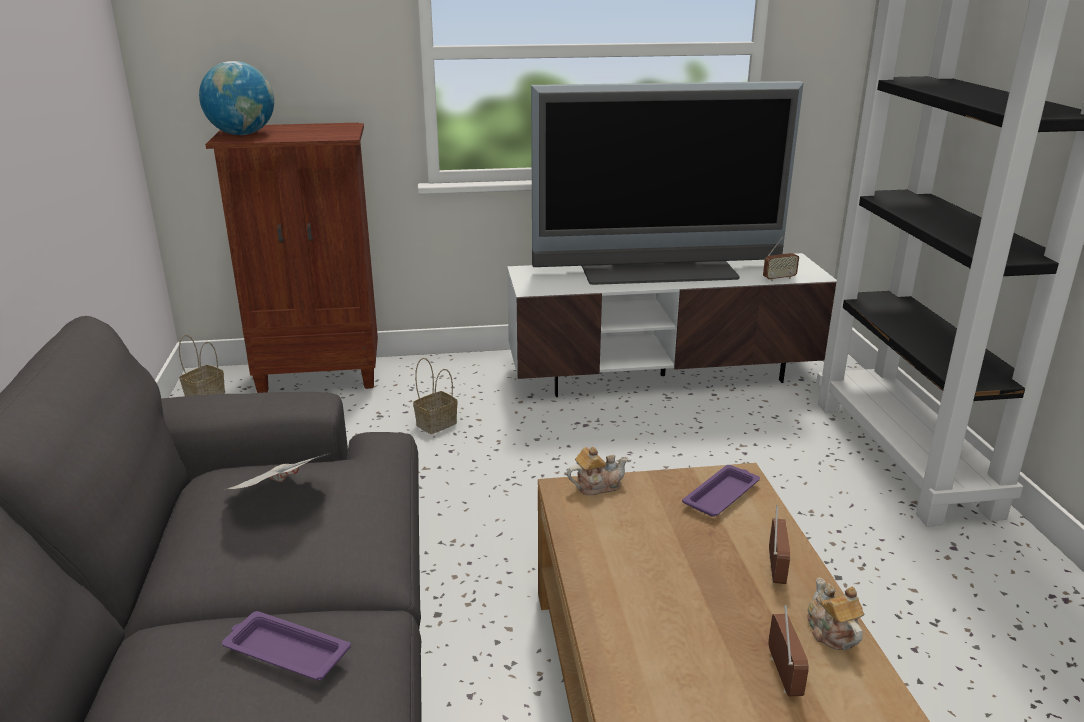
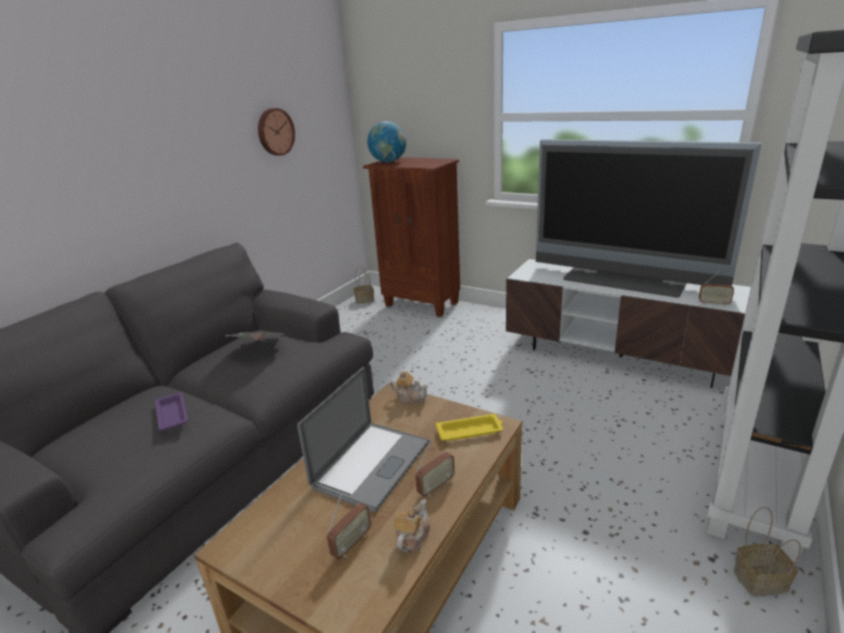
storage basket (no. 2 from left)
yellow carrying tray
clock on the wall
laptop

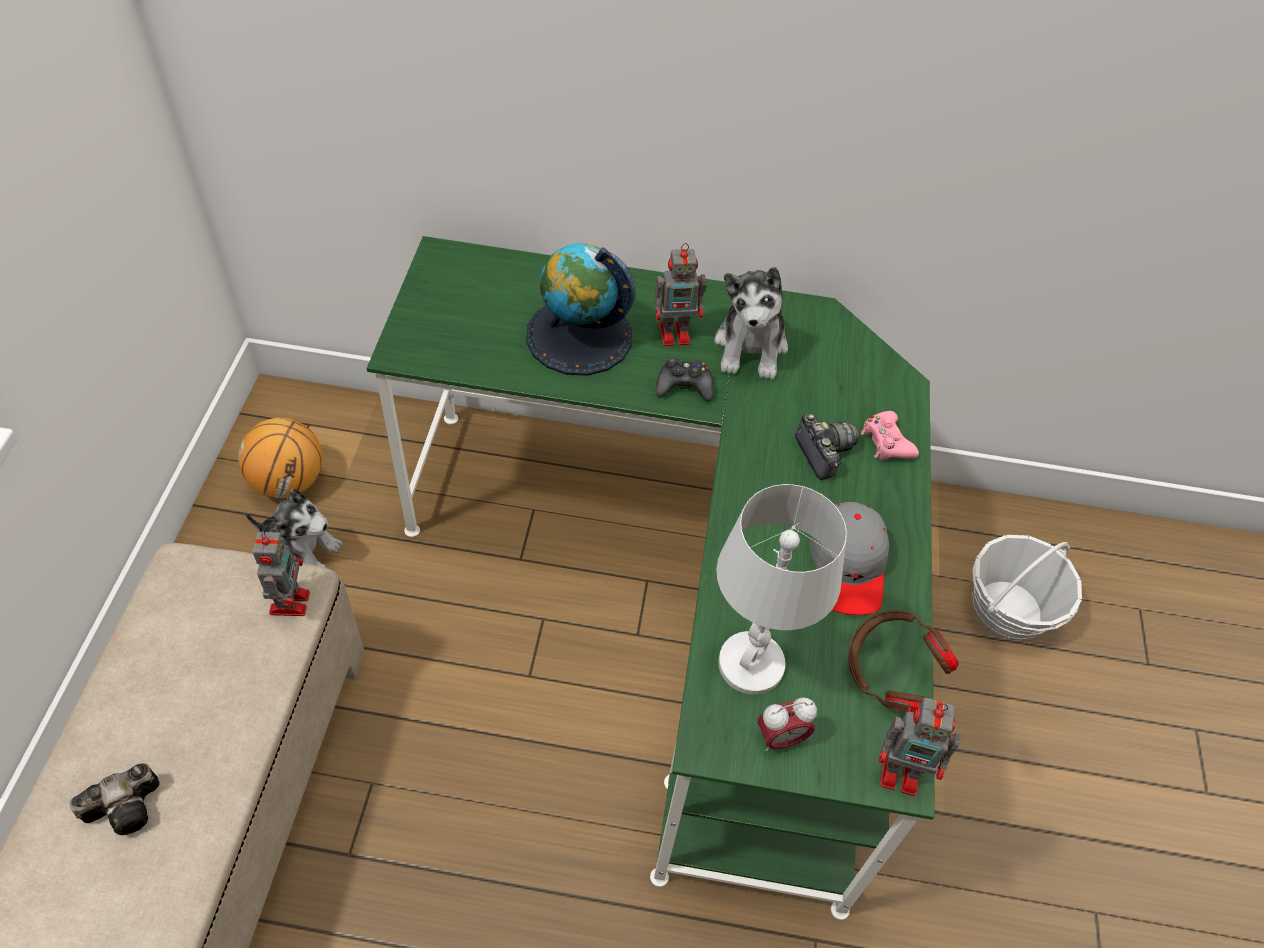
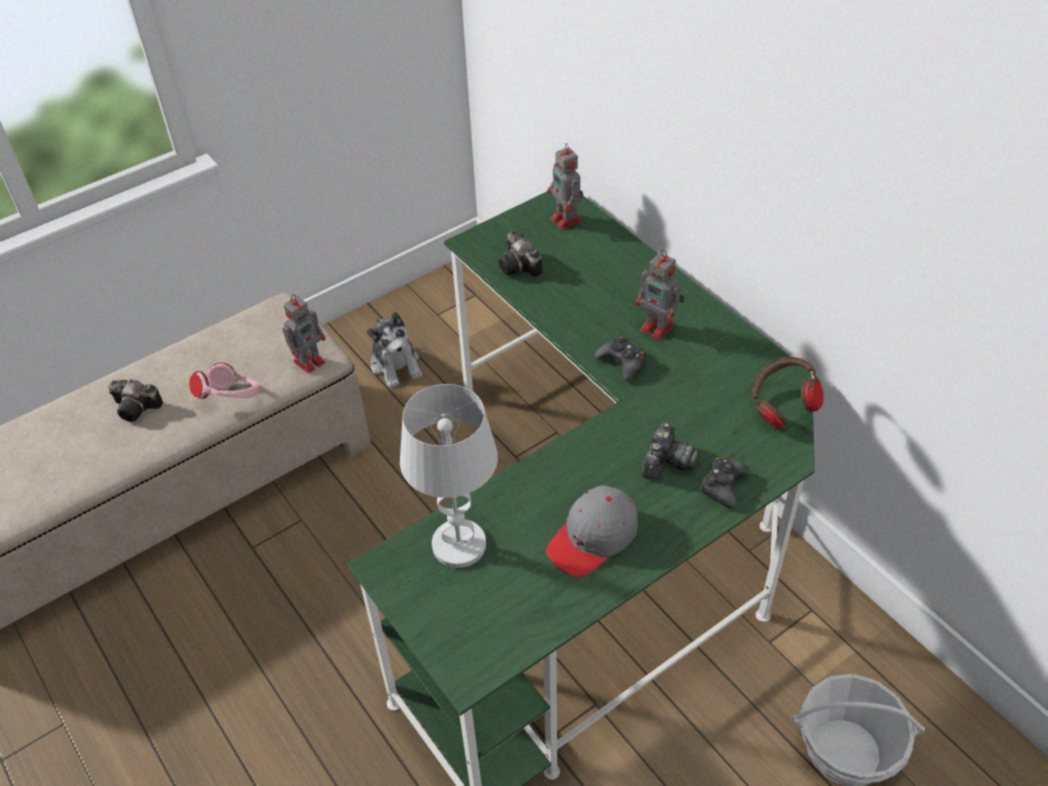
desk globe
plush toy (no. 2 from left in the first image)
black-coloured gamepad (no. 2 from left)
basketball ball
brown headset
table clock
model robot (no. 2 from left)
still camera (no. 2 from left)
pinkish headset

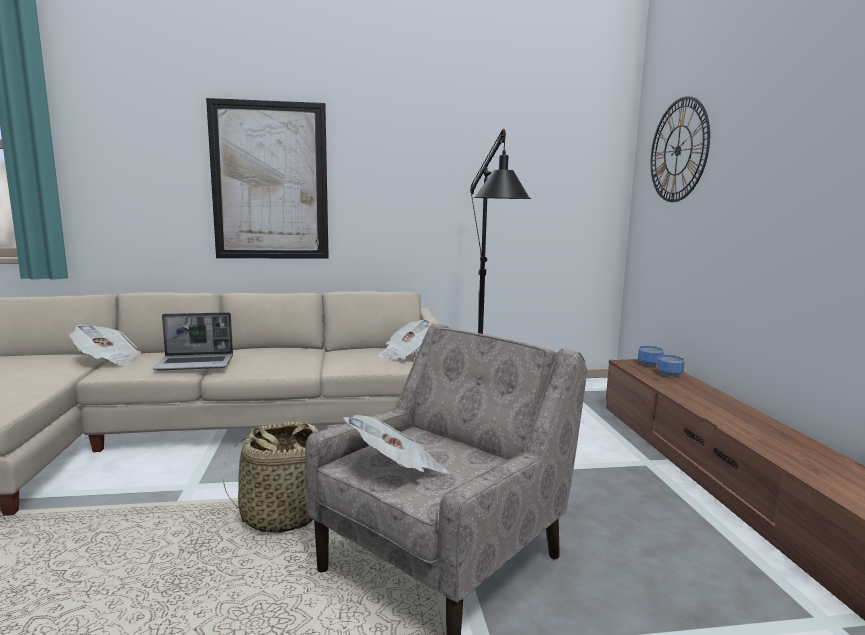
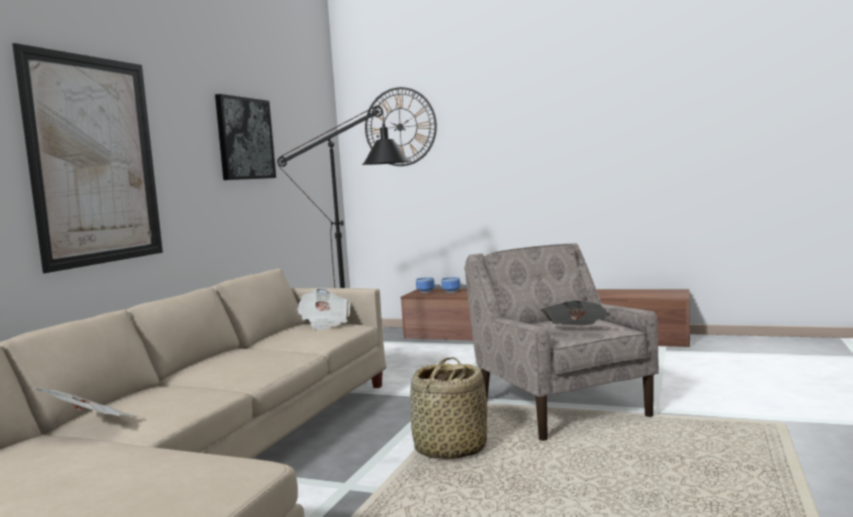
laptop
wall art (no. 2 from left)

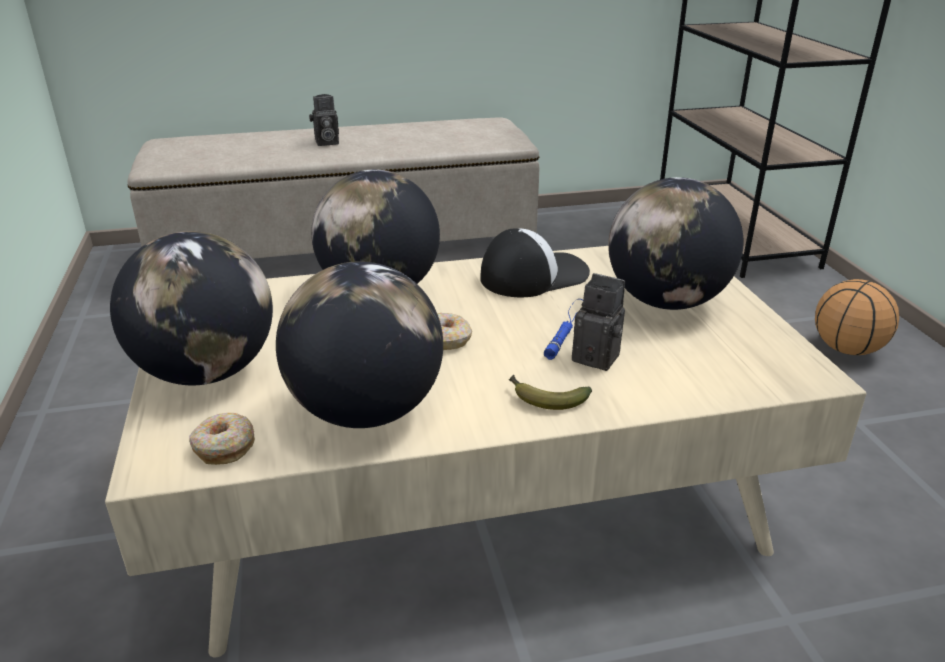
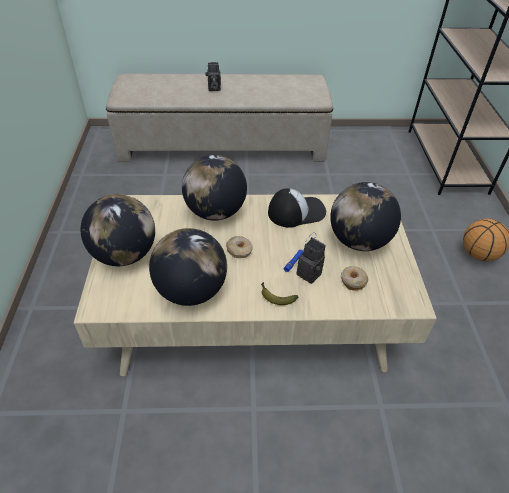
donut (no. 2 from left)

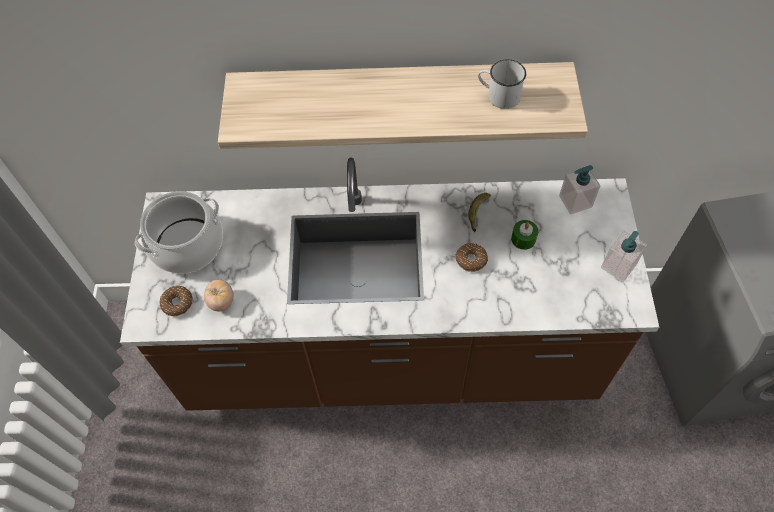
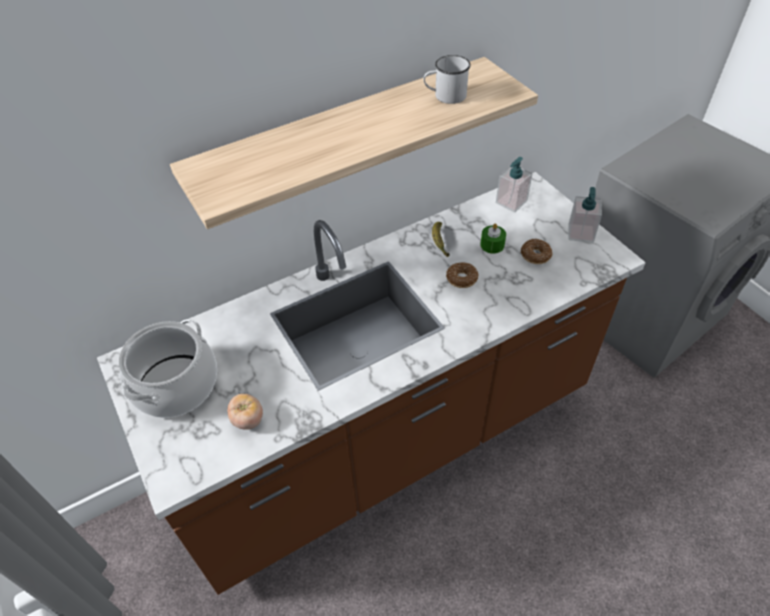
donut (no. 2 from left)

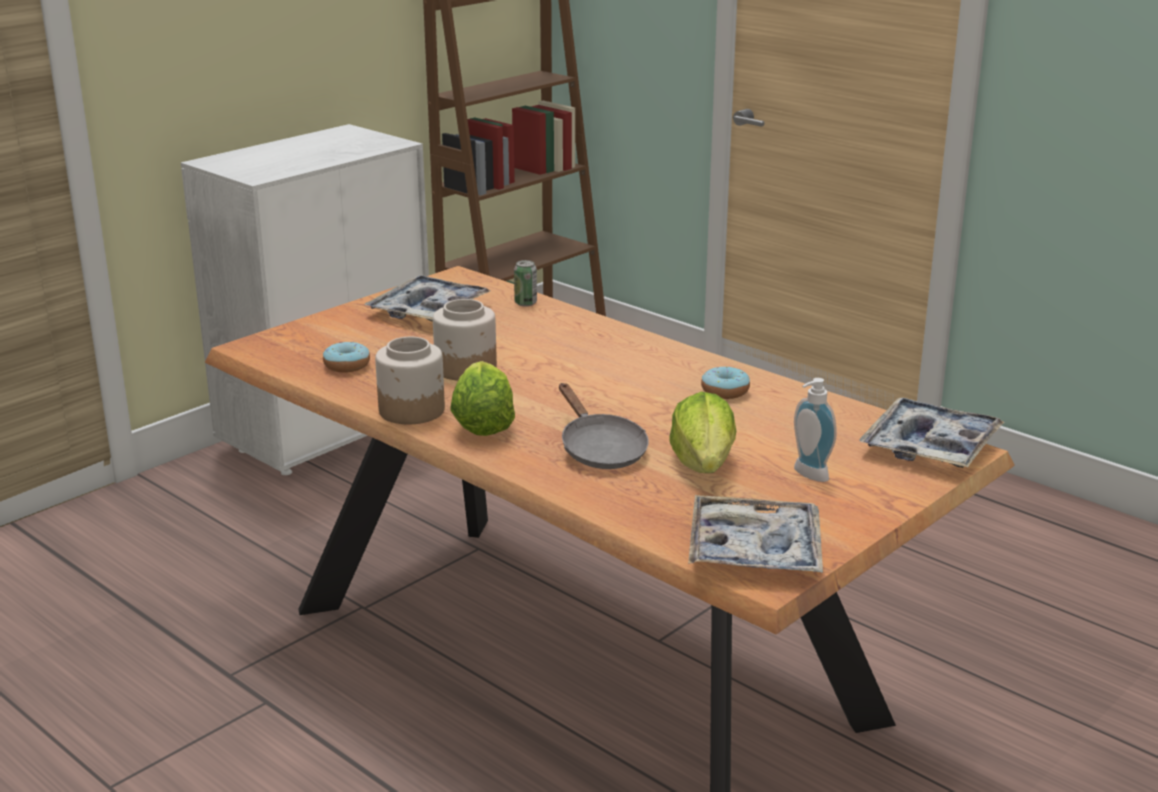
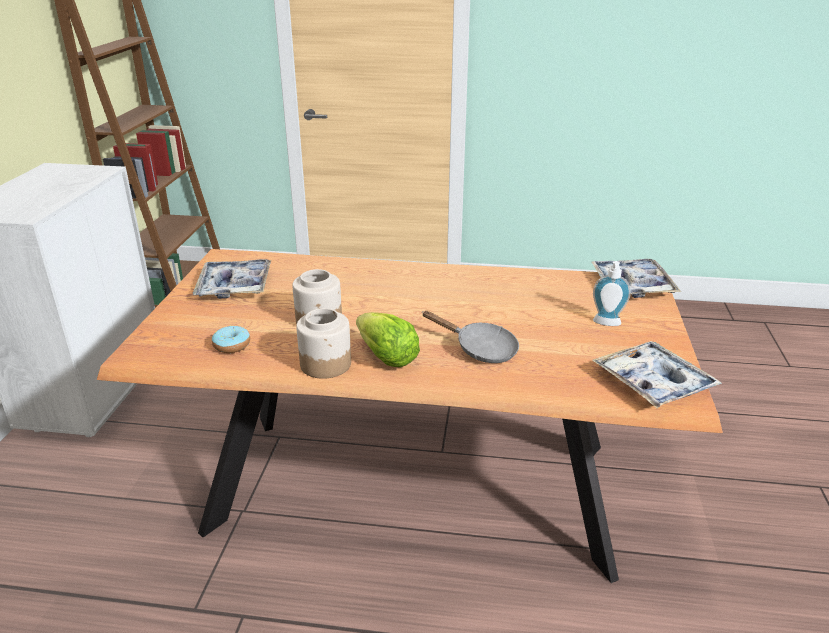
can
donut (no. 2 from left in the first image)
lettuce (no. 2 from left in the first image)

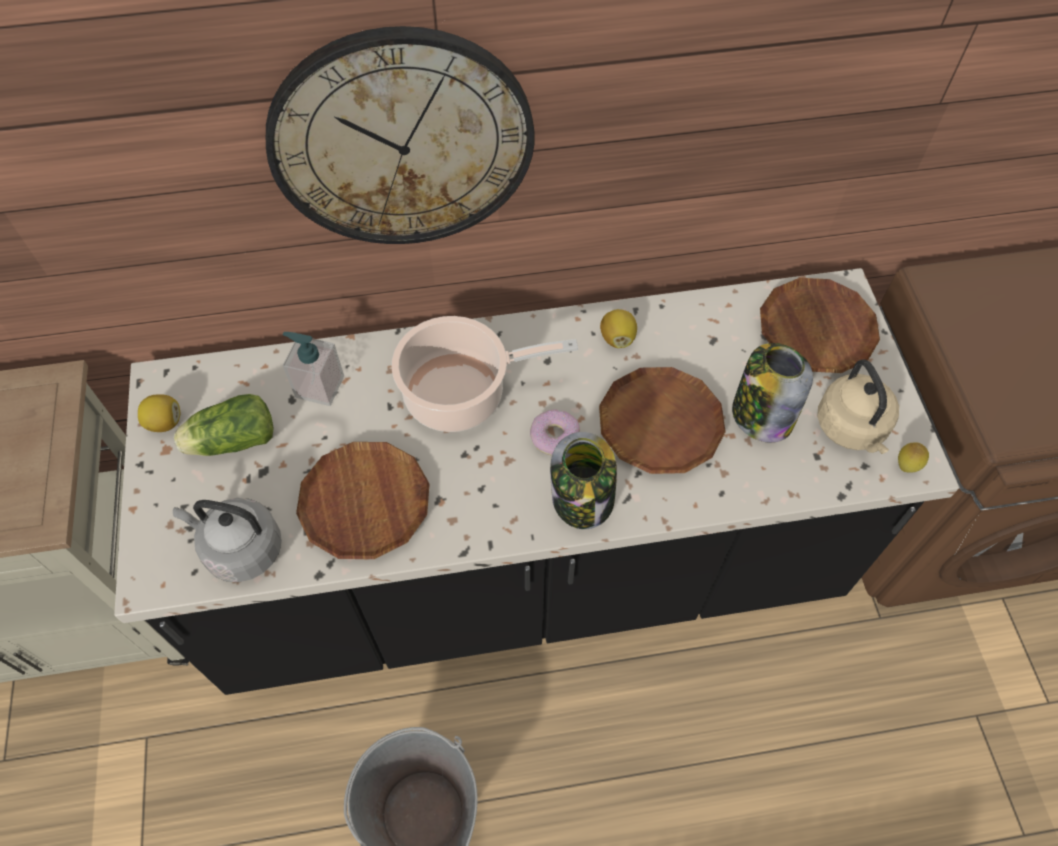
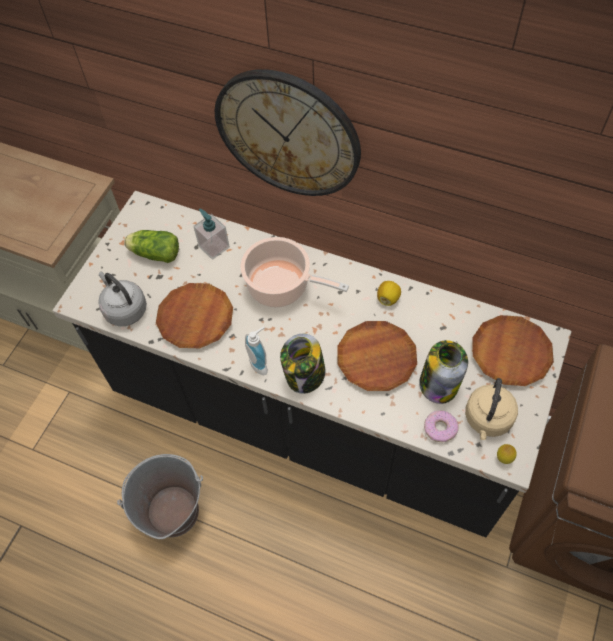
citrus fruit (no. 1 from left in the first image)
donut
soap dispenser (no. 2 from left)

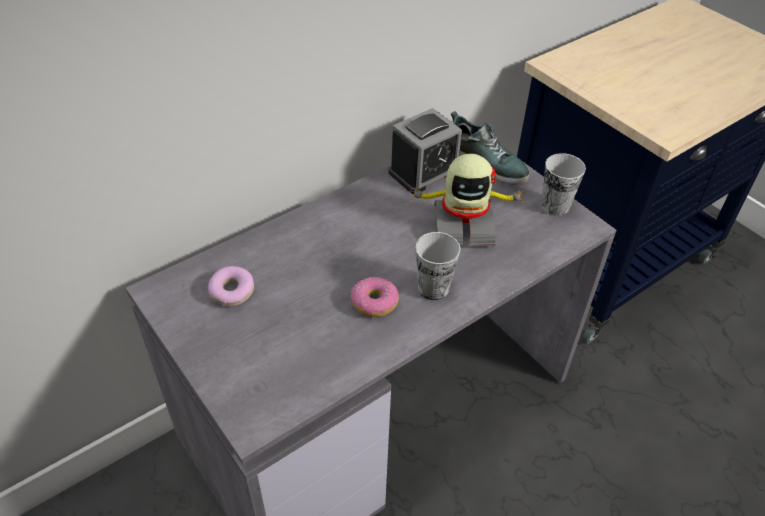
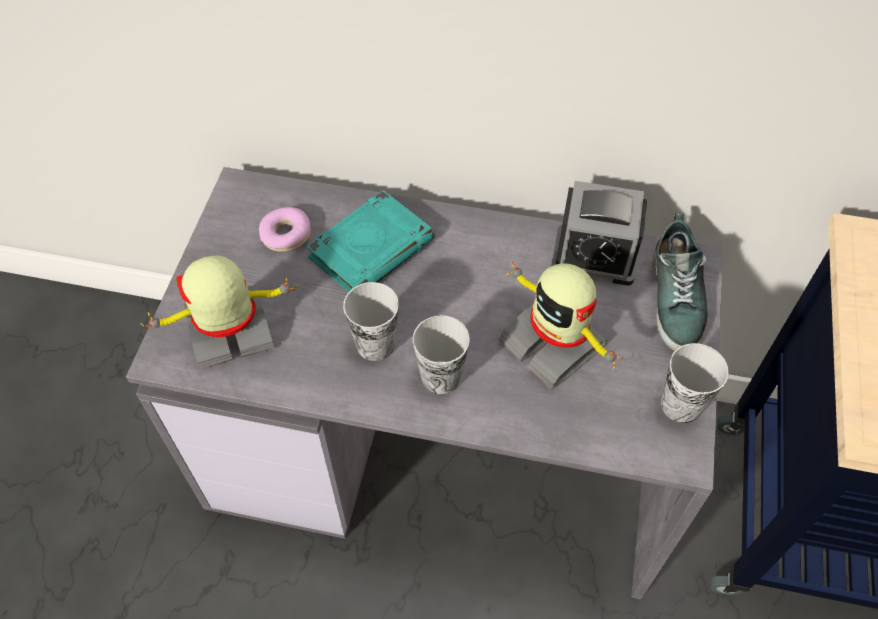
small cup (no. 1 from left)
turquoise book
model robot (no. 1 from left)

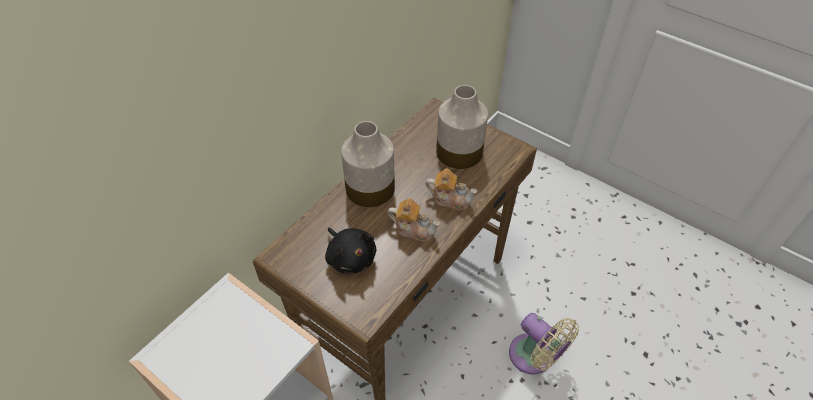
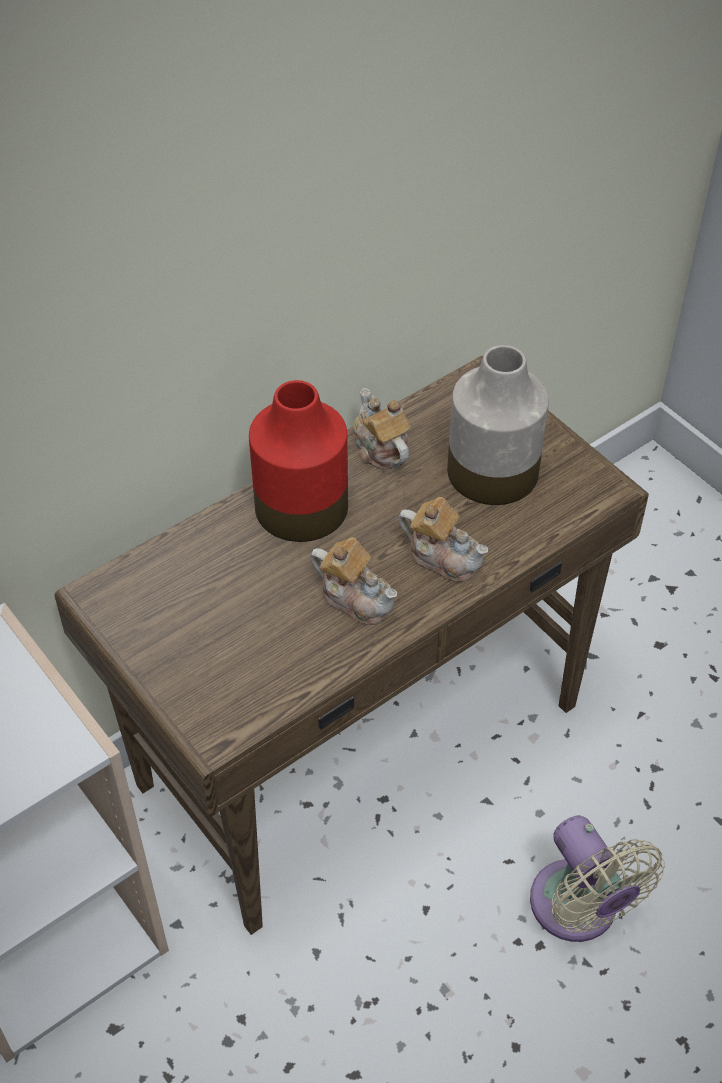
red decorative vase
black-coloured plush toy
pot for tea (no. 2 from left)

